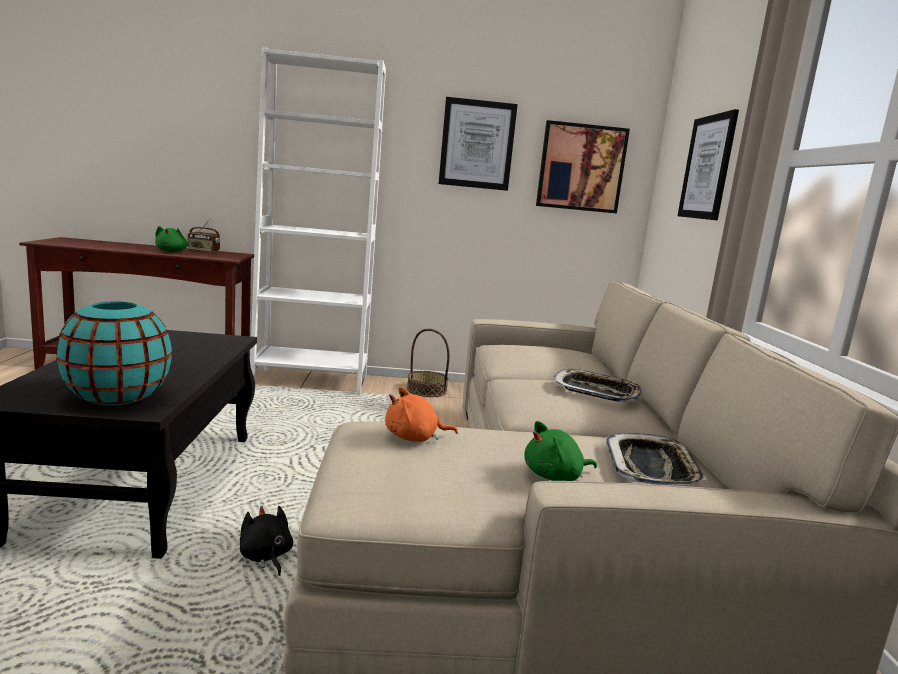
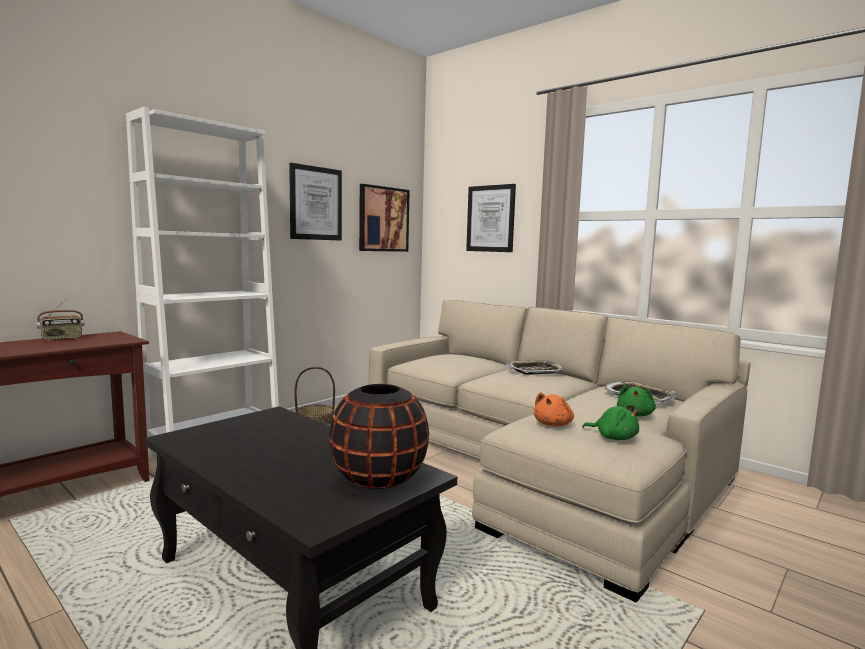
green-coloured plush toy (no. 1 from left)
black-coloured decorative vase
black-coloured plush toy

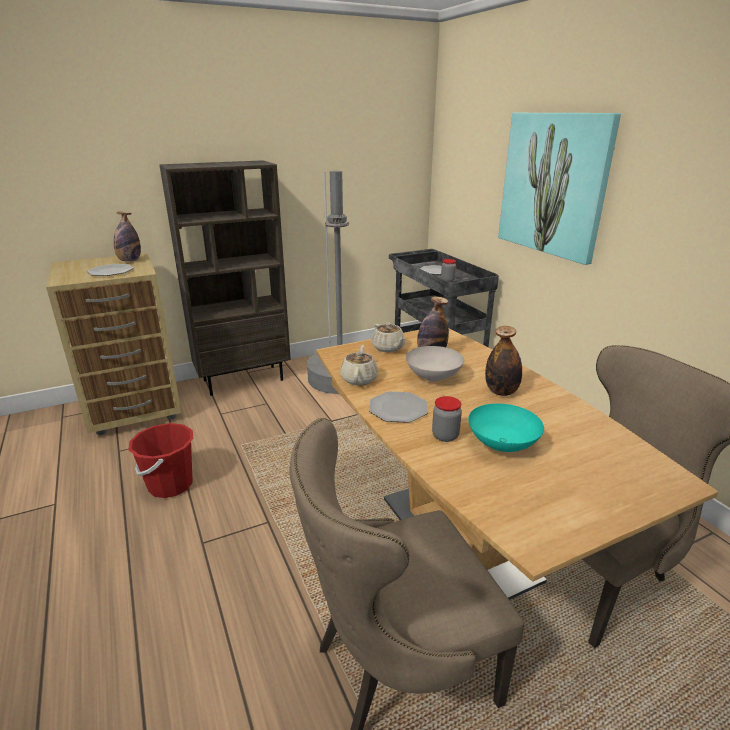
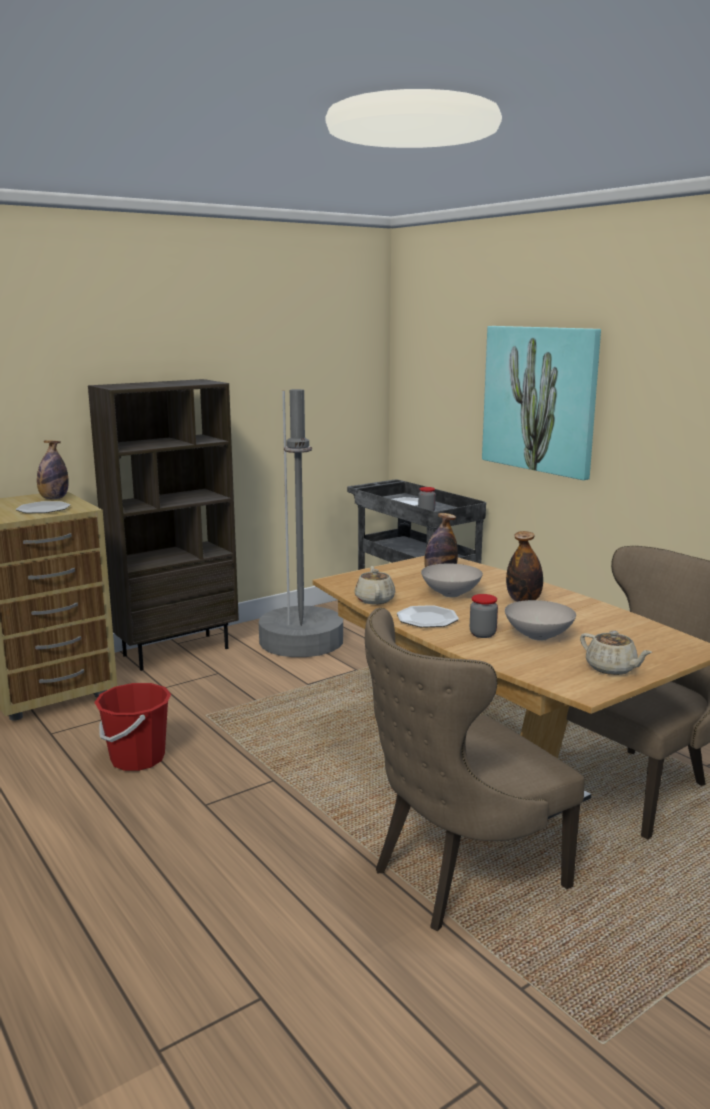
beige-coloured pot for tea (no. 2 from left)
white serving bowl (no. 2 from left)

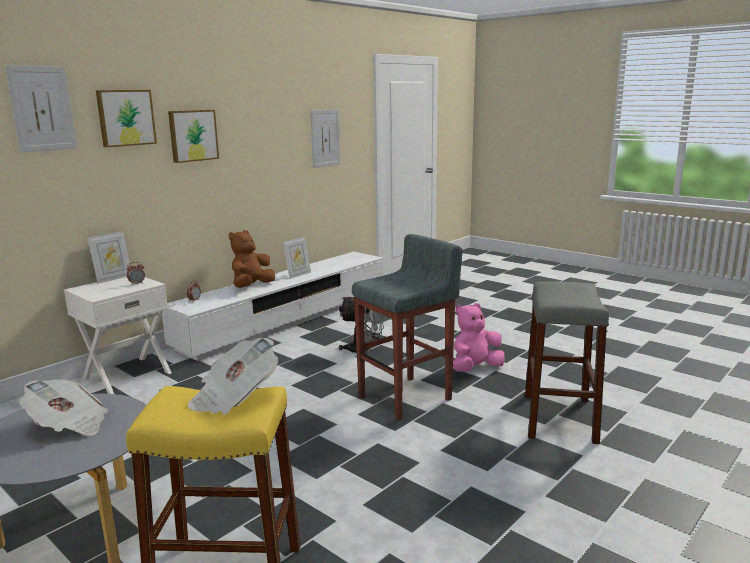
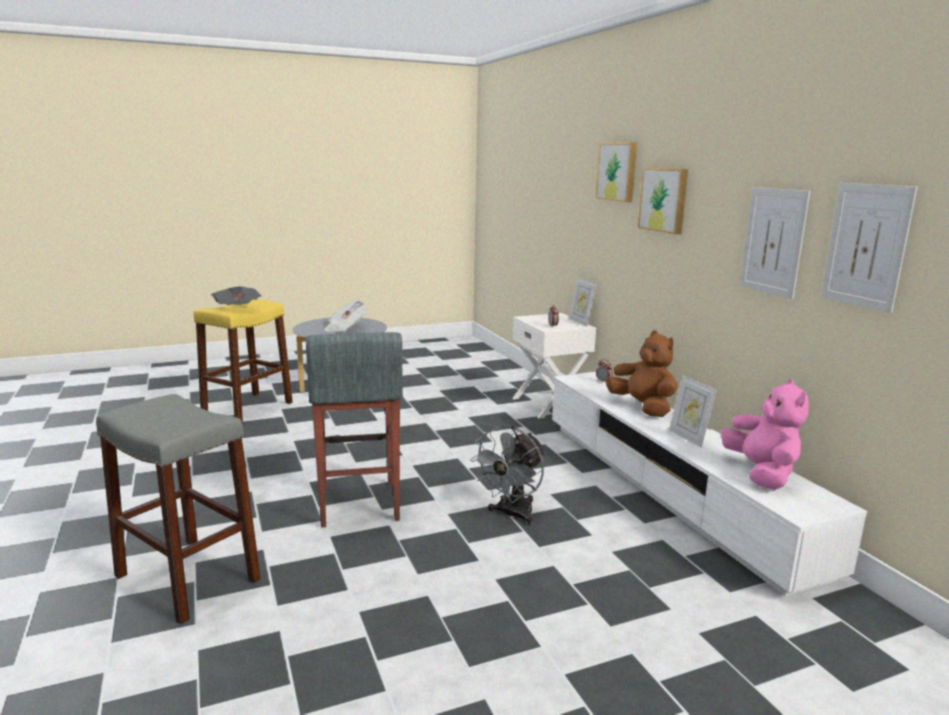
wall art (no. 3 from left)
pinkish plush toy

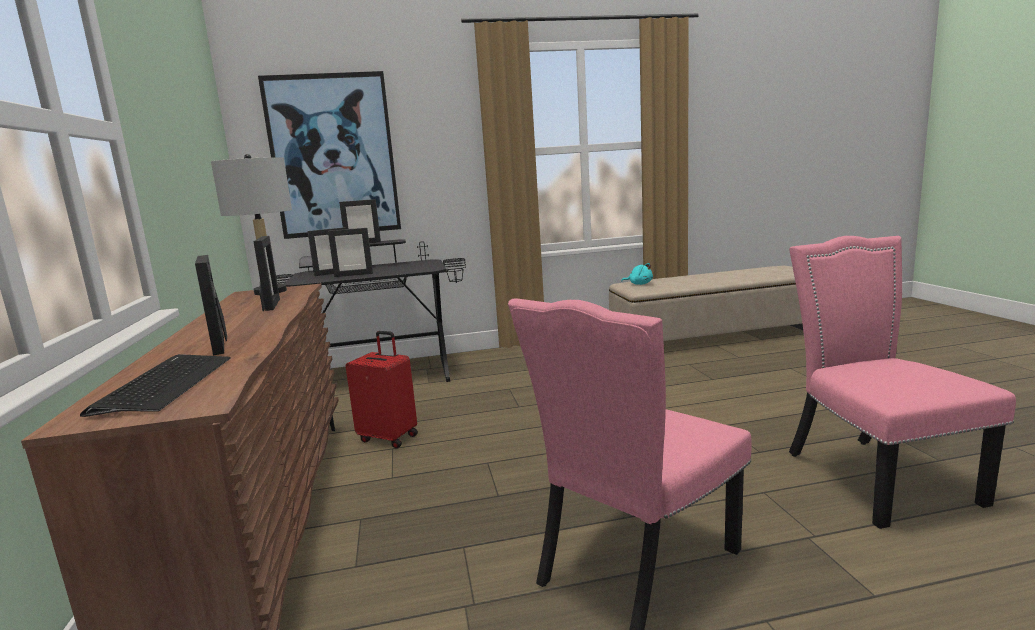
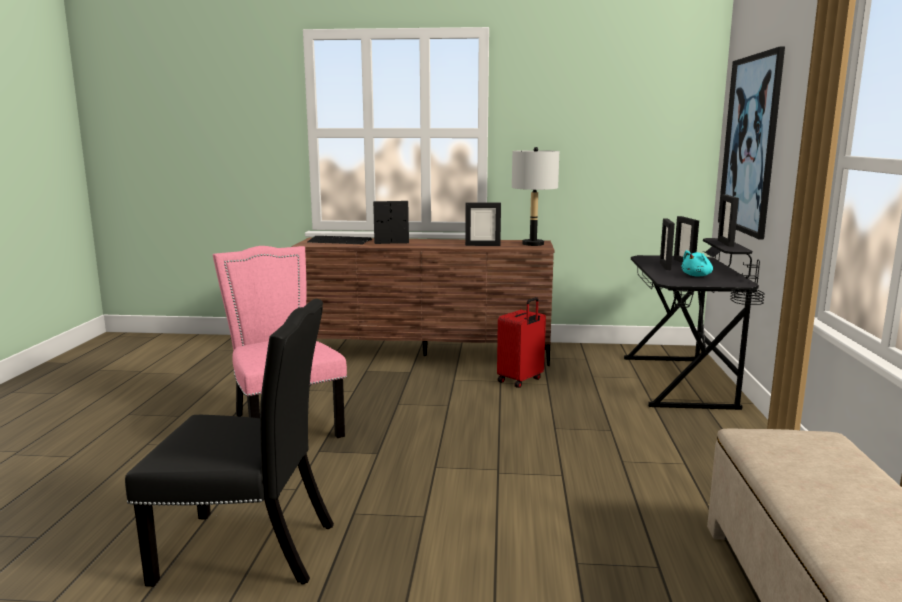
black-coloured upright chair
turquoise plush toy

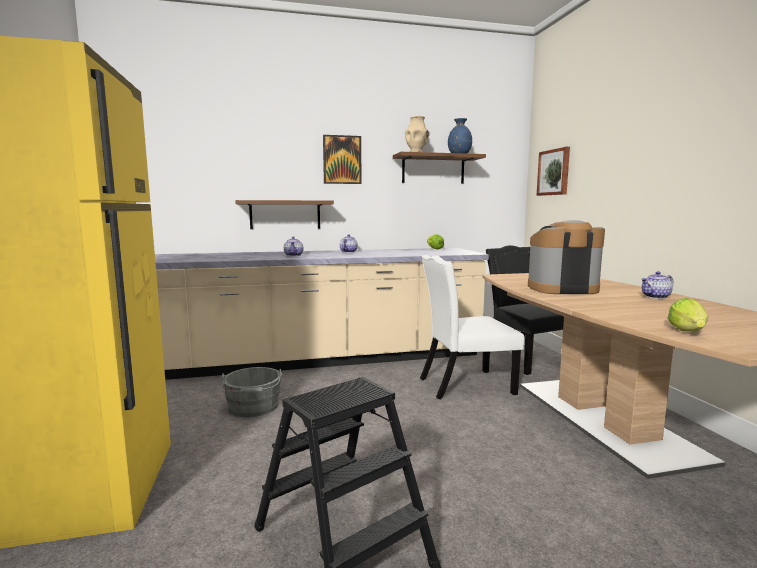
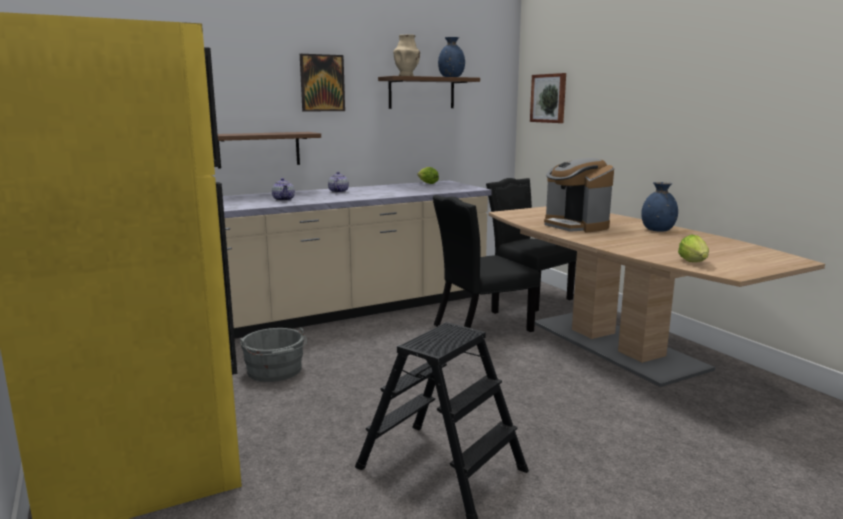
coffee machine
black-coloured upright chair (no. 1 from left)
bluish decorative vase (no. 2 from left)

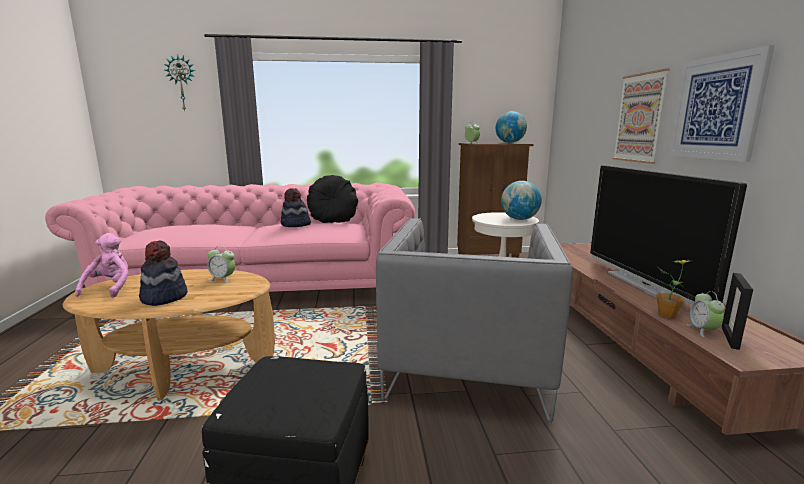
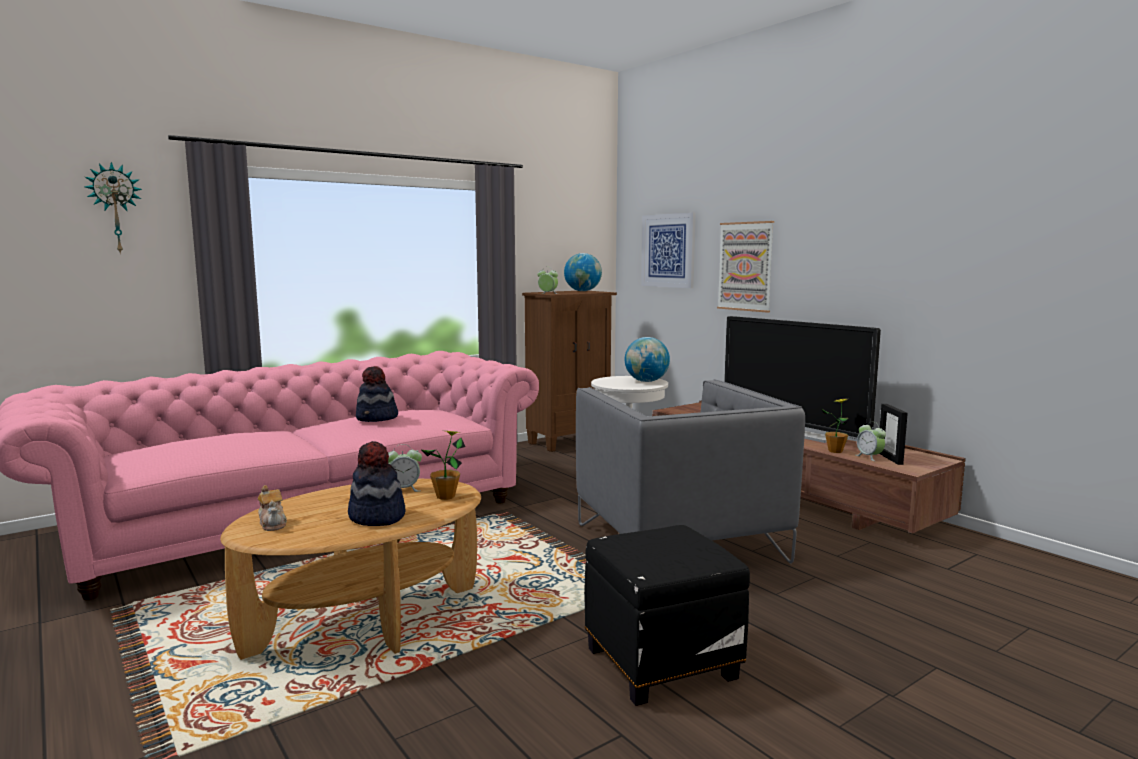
wall art (no. 1 from left)
black-coloured pillow
pot for tea
plant in a pot (no. 1 from left)

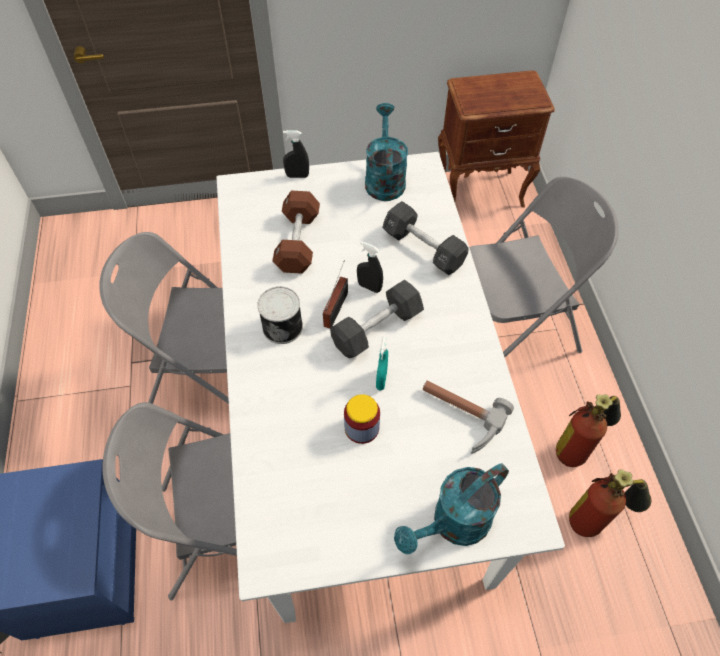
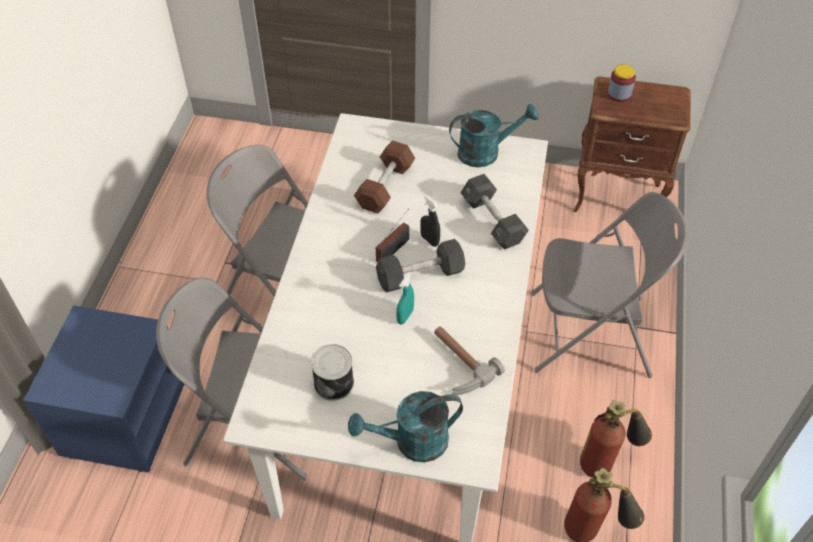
turquoise watering can (no. 2 from left)
black-coloured spray bottle (no. 1 from left in the first image)
can
jar

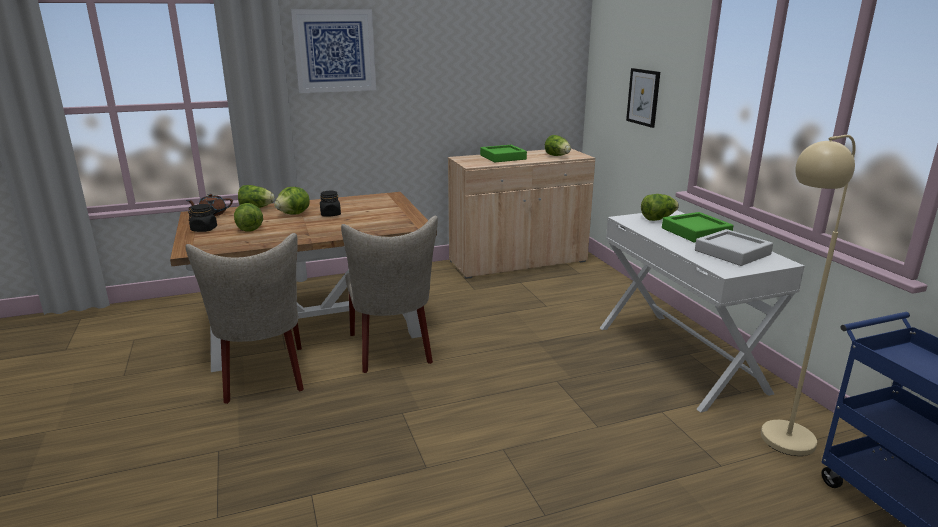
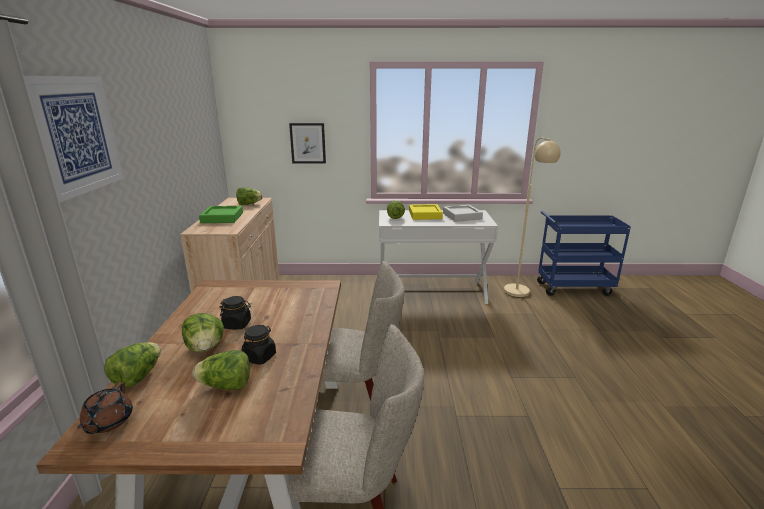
black-coloured jar (no. 2 from left)
yellow carrying tray

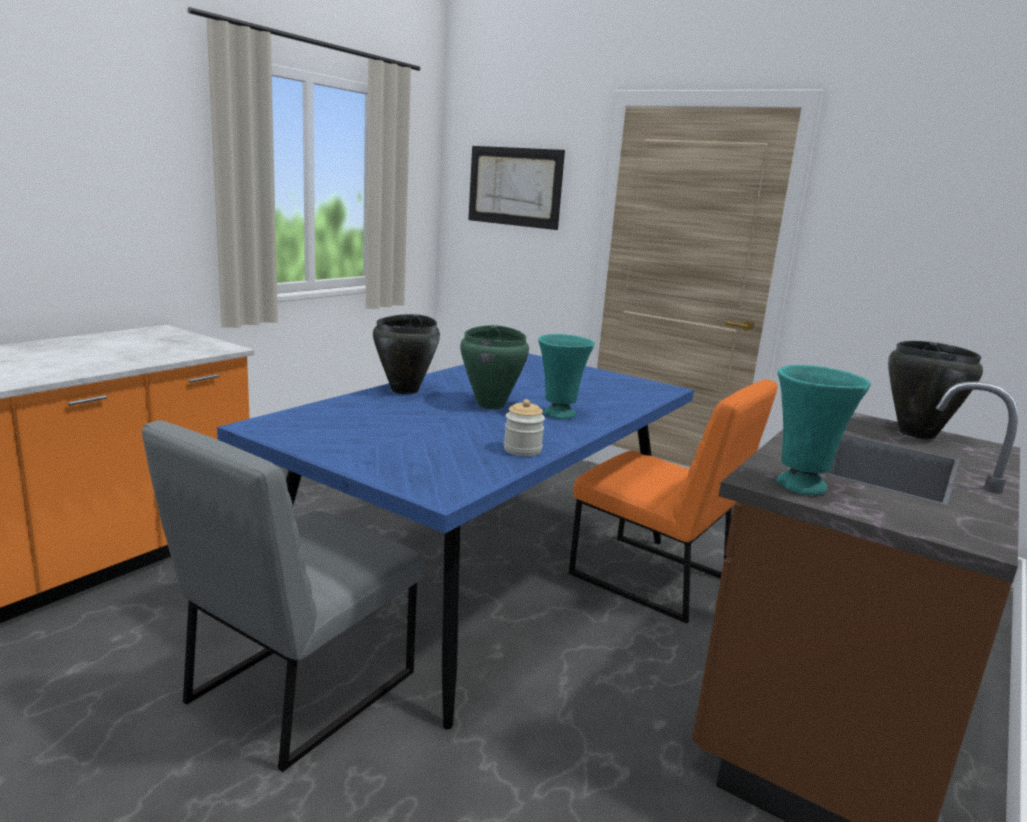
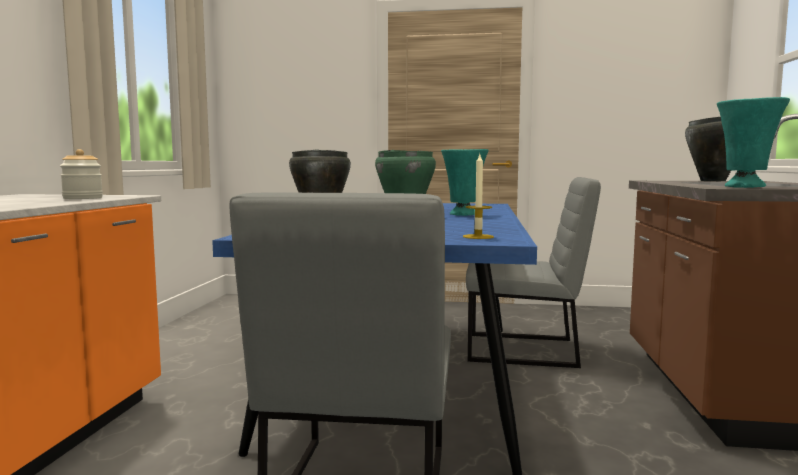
wall art
grey upright chair (no. 2 from left)
jar
wax light

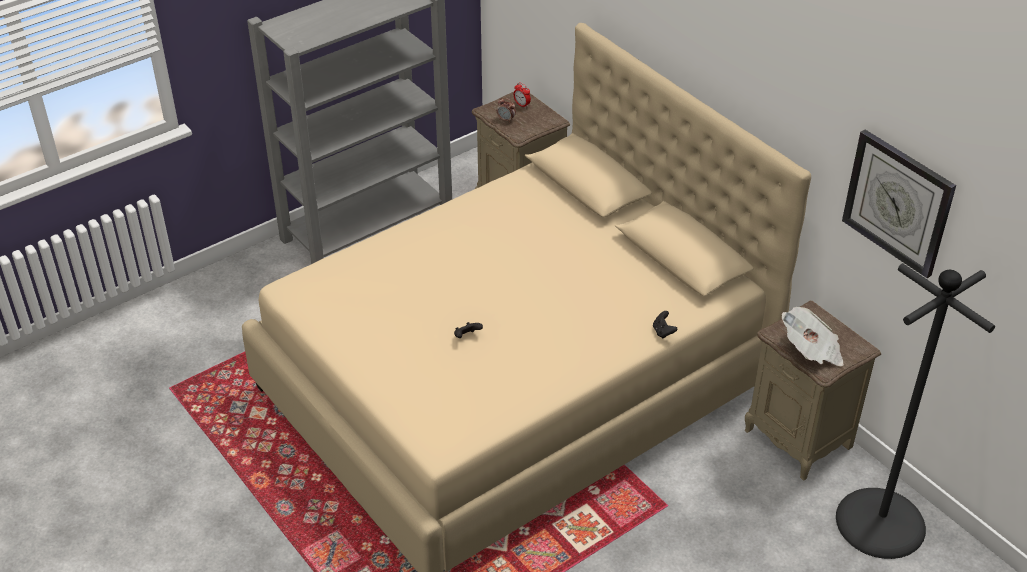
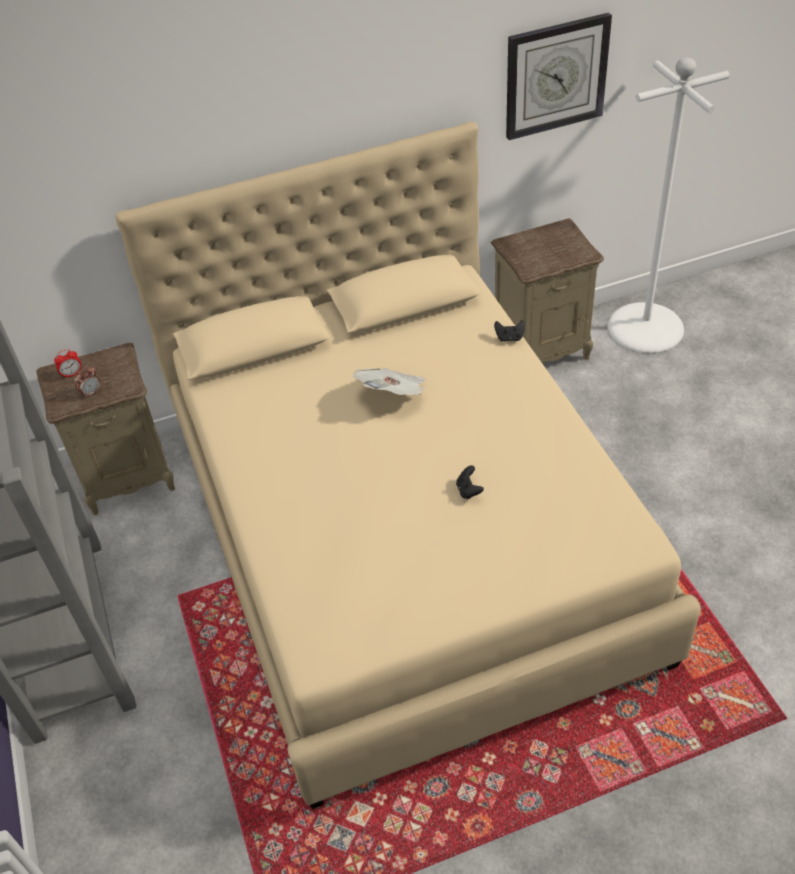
white clothes rack
printed paper

